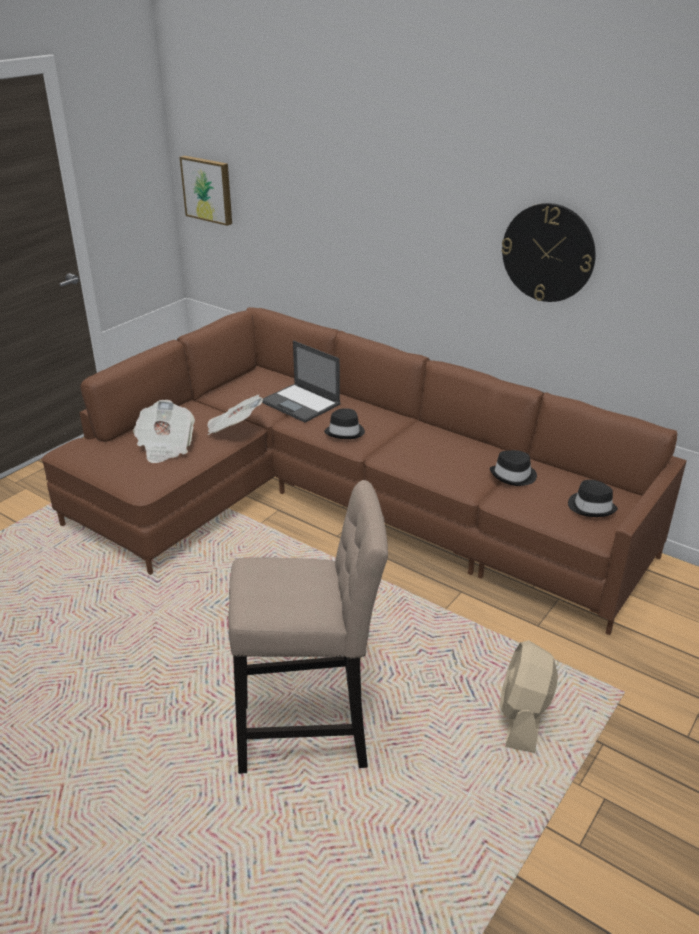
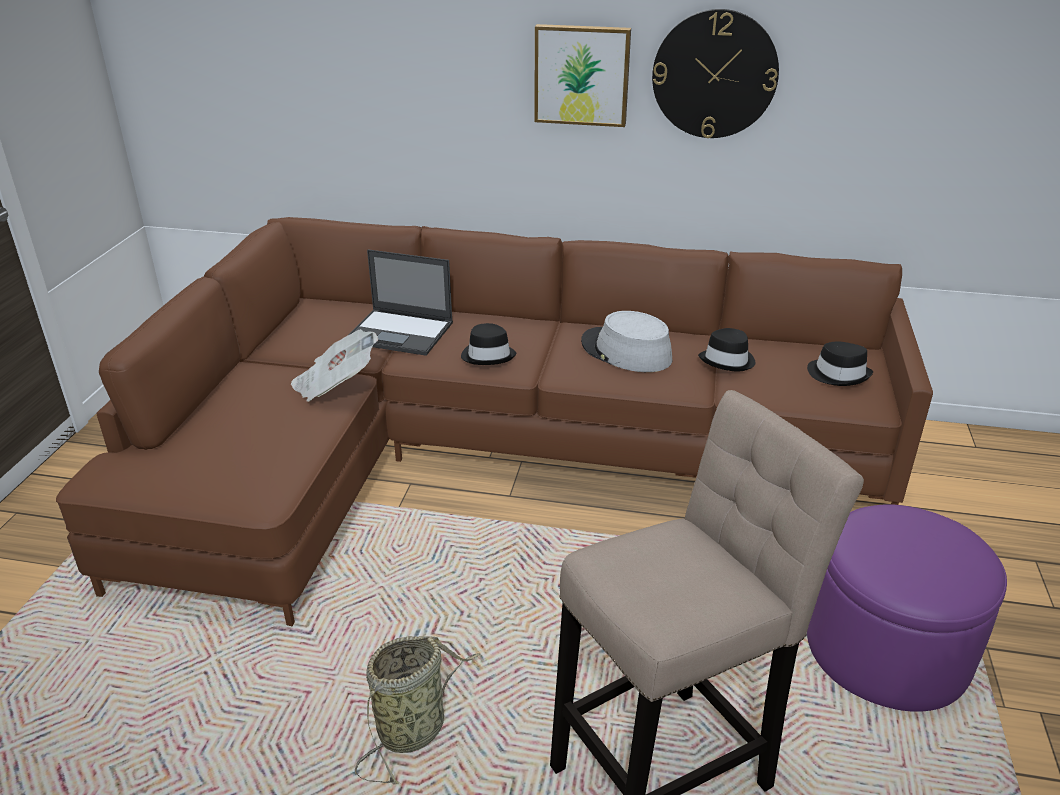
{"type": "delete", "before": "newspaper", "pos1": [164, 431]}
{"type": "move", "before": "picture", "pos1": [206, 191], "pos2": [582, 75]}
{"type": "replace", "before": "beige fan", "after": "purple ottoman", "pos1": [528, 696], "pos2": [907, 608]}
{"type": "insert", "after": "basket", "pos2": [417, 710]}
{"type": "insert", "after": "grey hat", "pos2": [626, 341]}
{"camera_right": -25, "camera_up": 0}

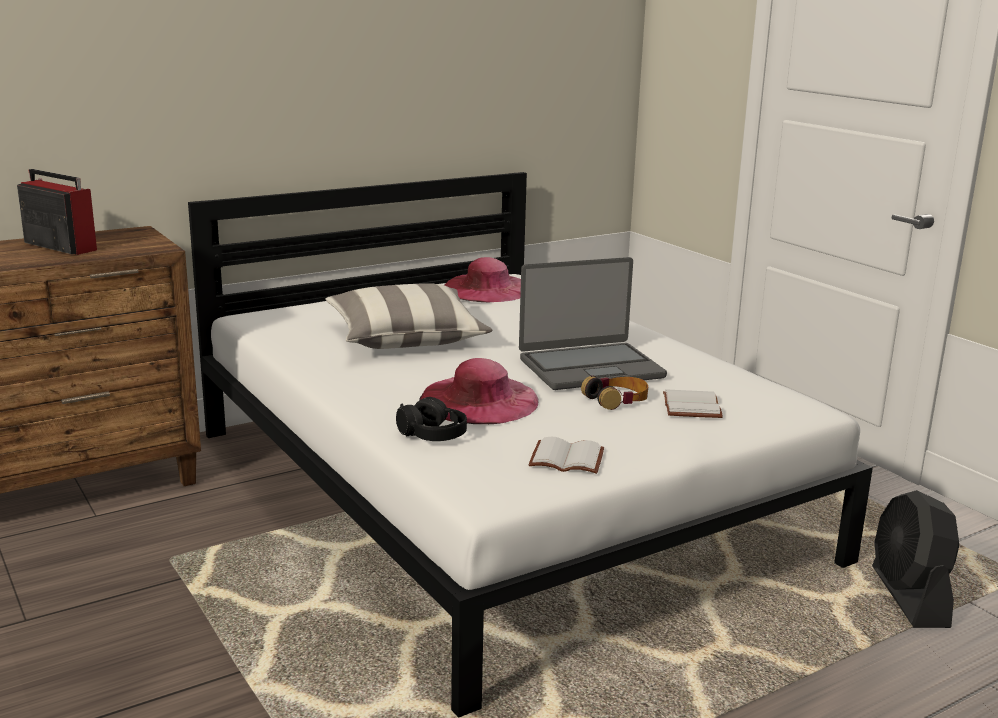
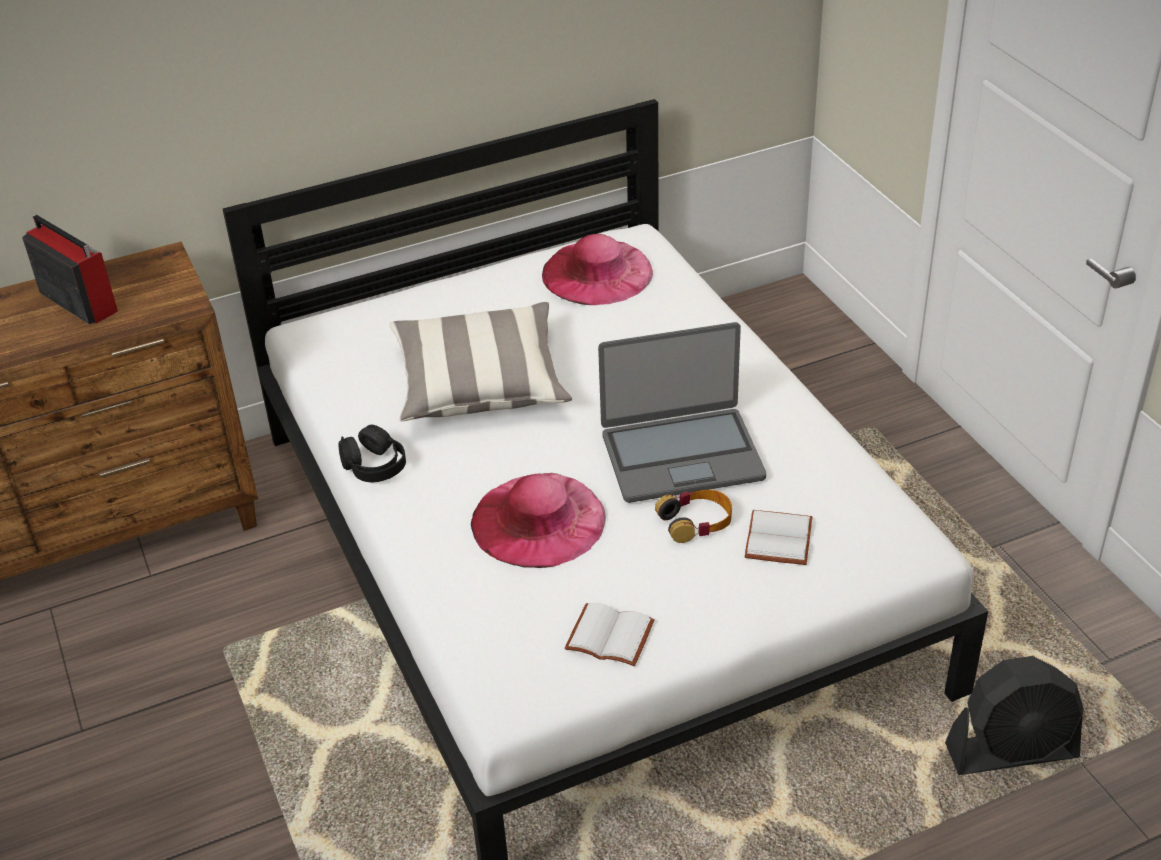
{"type": "move", "before": "black headphones", "pos1": [431, 419], "pos2": [372, 453]}
{"type": "rotate", "before": "black fan", "pos1": [915, 559], "pos2": [1014, 715], "turn": -105}
{"camera_right": 10, "camera_up": 20}

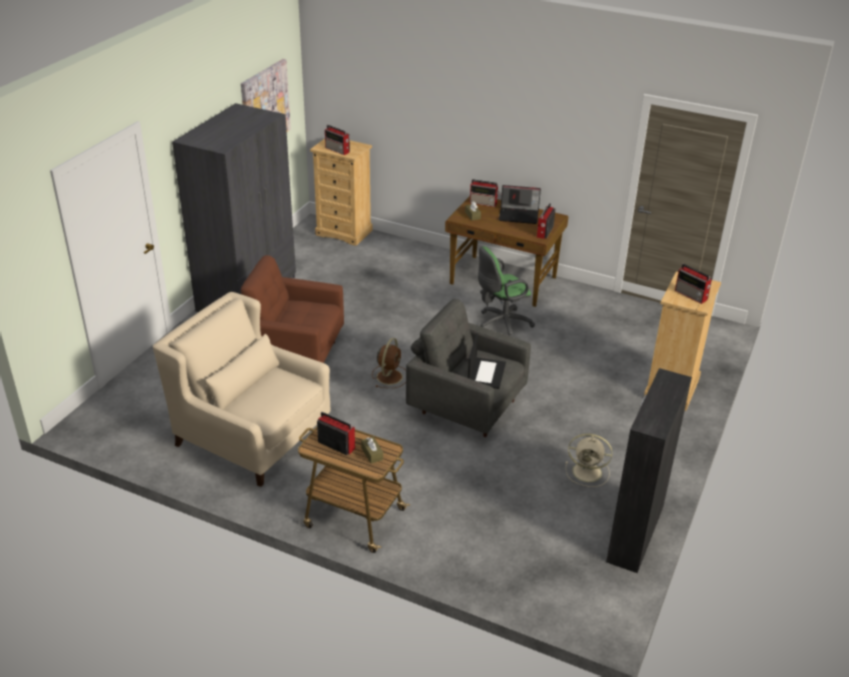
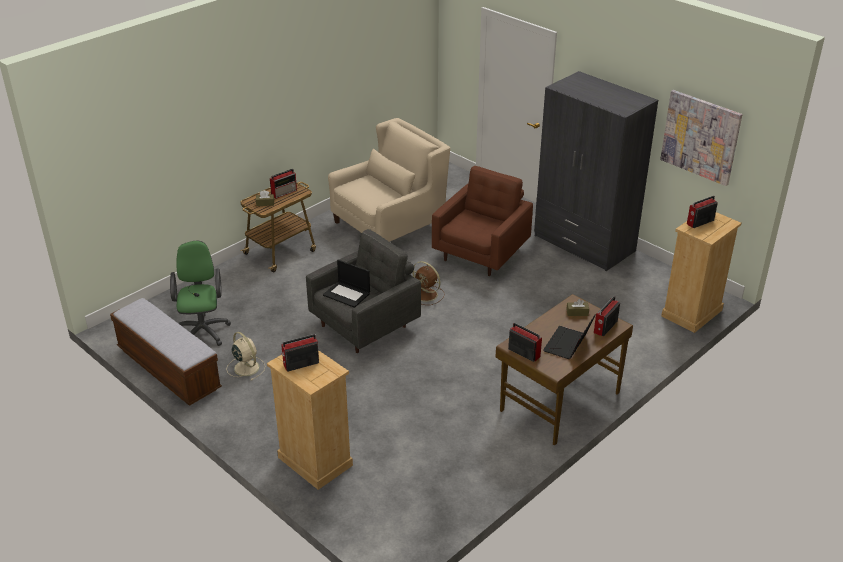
{"type": "move", "before": "green office chair", "pos1": [506, 291], "pos2": [200, 293]}
{"type": "rotate", "before": "beige fan", "pos1": [589, 460], "pos2": [246, 356], "turn": 105}
{"type": "replace", "before": "black cabinet", "after": "bench", "pos1": [649, 470], "pos2": [166, 352]}
{"camera_right": 110, "camera_up": 0}

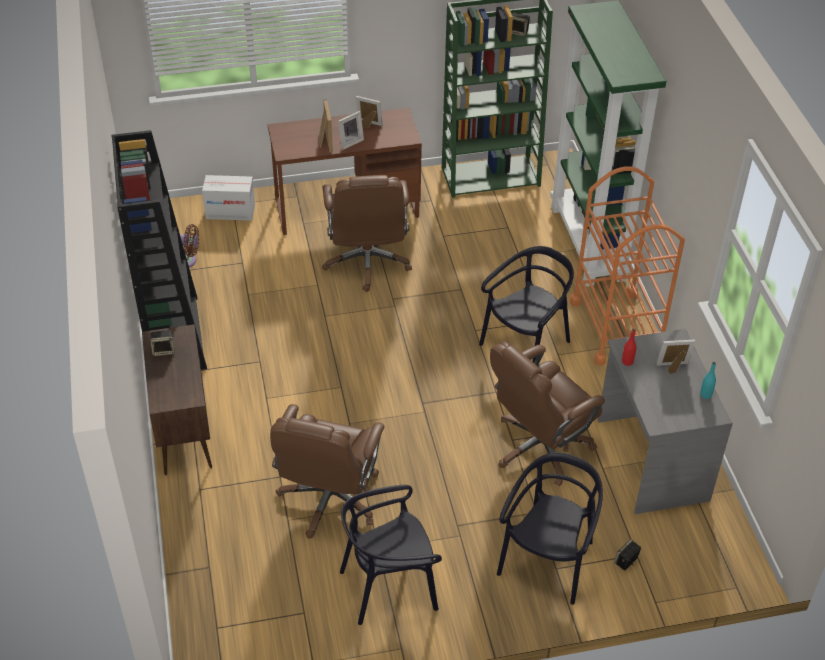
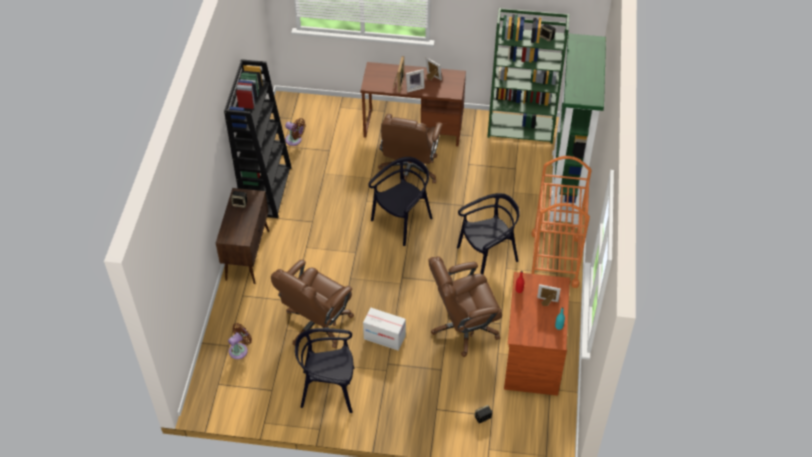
{"type": "move", "before": "cardboard box", "pos1": [228, 198], "pos2": [384, 329]}
{"type": "move", "before": "black chair", "pos1": [550, 528], "pos2": [400, 201]}
{"type": "recolor", "before": "grey desk", "after": "brown desk", "pos1": [665, 421], "pos2": [537, 334]}
{"type": "insert", "after": "brown fan", "pos2": [240, 341]}
{"camera_right": 20, "camera_up": 5}

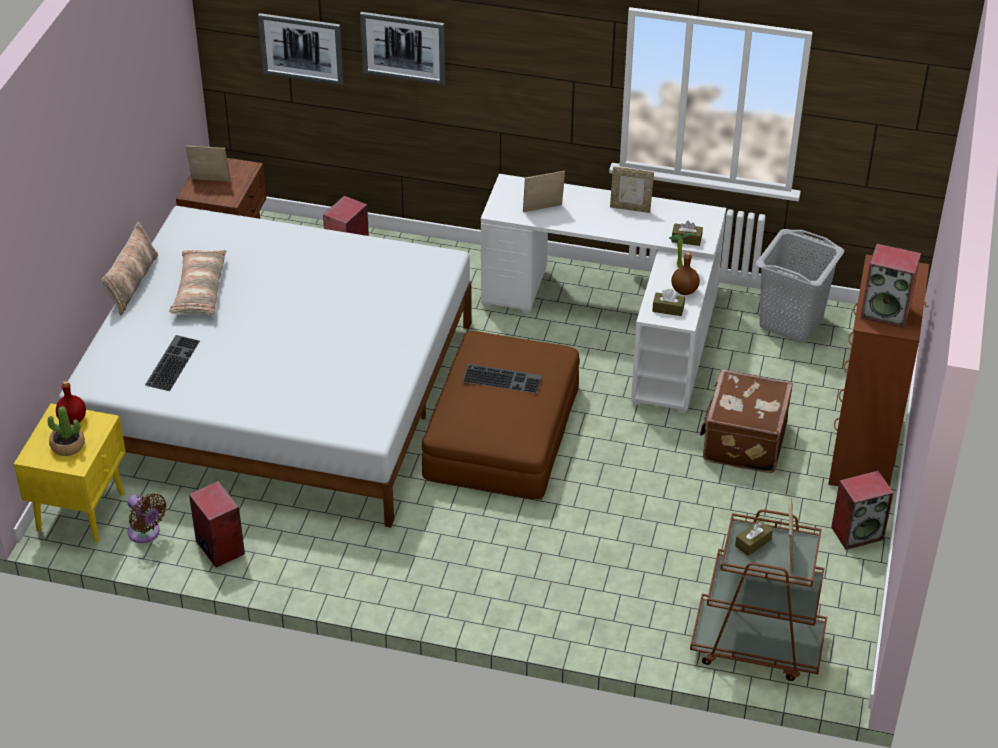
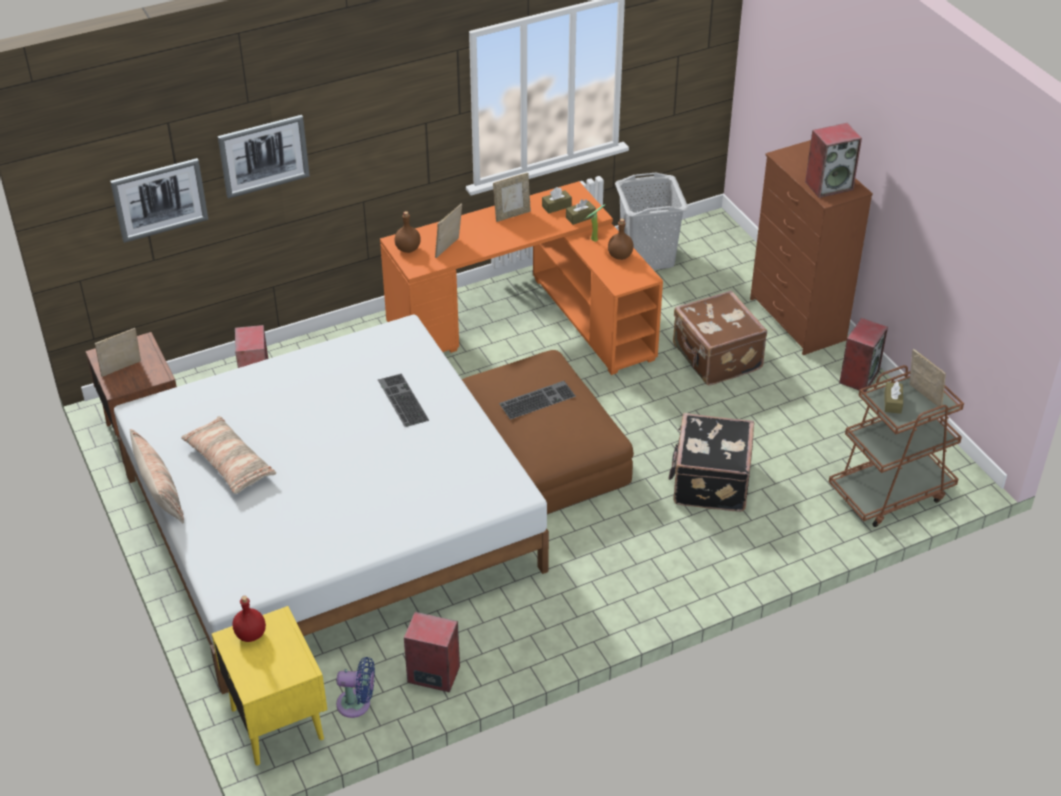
{"type": "delete", "before": "potted plant", "pos1": [66, 431]}
{"type": "recolor", "before": "brown fan", "after": "blue fan", "pos1": [147, 518], "pos2": [355, 687]}
{"type": "move", "before": "keyboard", "pos1": [172, 363], "pos2": [403, 400]}
{"type": "recolor", "before": "white desk", "after": "orange desk", "pos1": [603, 293], "pos2": [521, 278]}
{"type": "move", "before": "brown tissue box", "pos1": [668, 302], "pos2": [557, 200]}
{"type": "insert", "after": "brown bottle", "pos2": [408, 232]}
{"type": "insert", "after": "black suitcase", "pos2": [711, 462]}
{"camera_right": -40, "camera_up": 0}

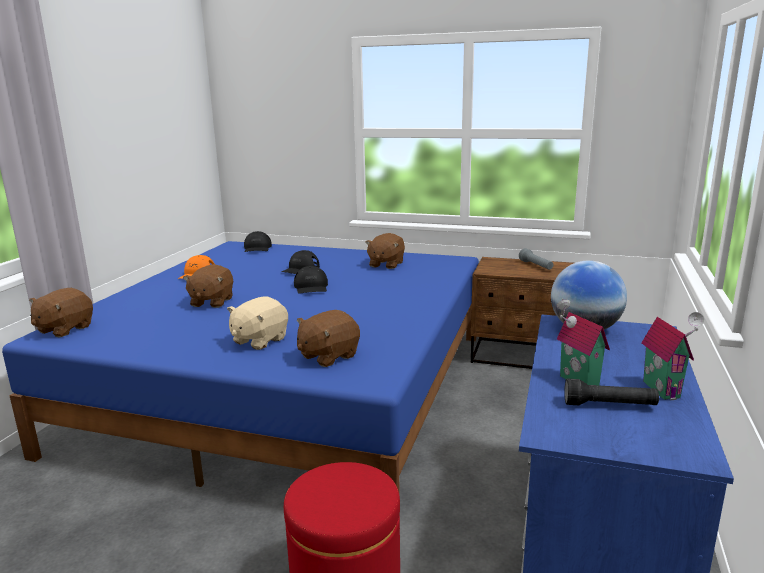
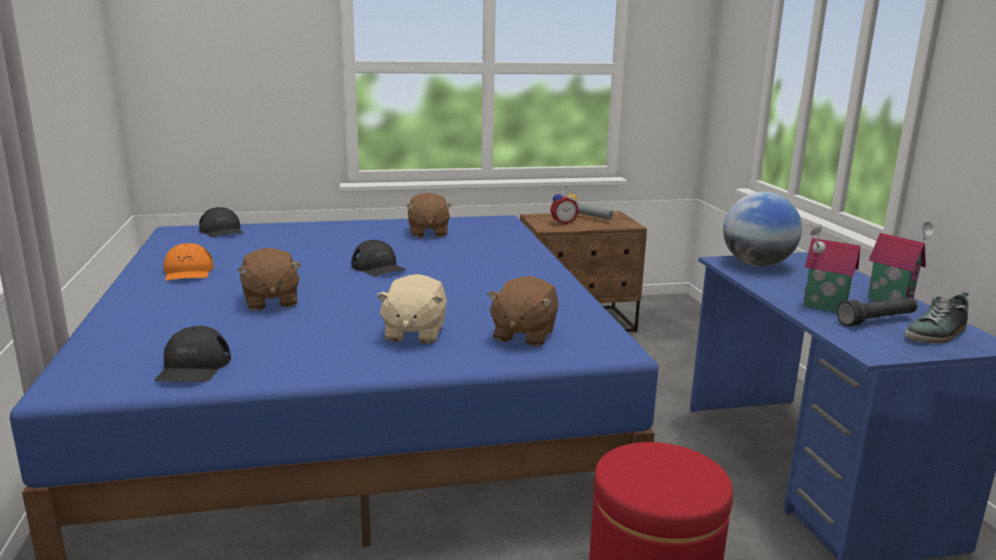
{"type": "delete", "before": "brown plush toy", "pos1": [61, 312]}
{"type": "move", "before": "black cap", "pos1": [300, 262], "pos2": [193, 354]}
{"type": "insert", "after": "alarm clock", "pos2": [564, 206]}
{"type": "insert", "after": "shoe", "pos2": [936, 317]}
{"camera_right": -30, "camera_up": 0}

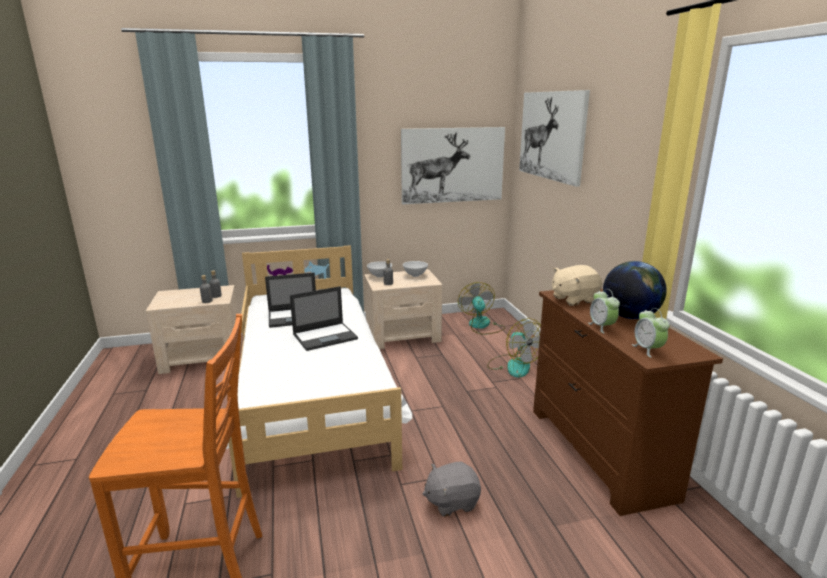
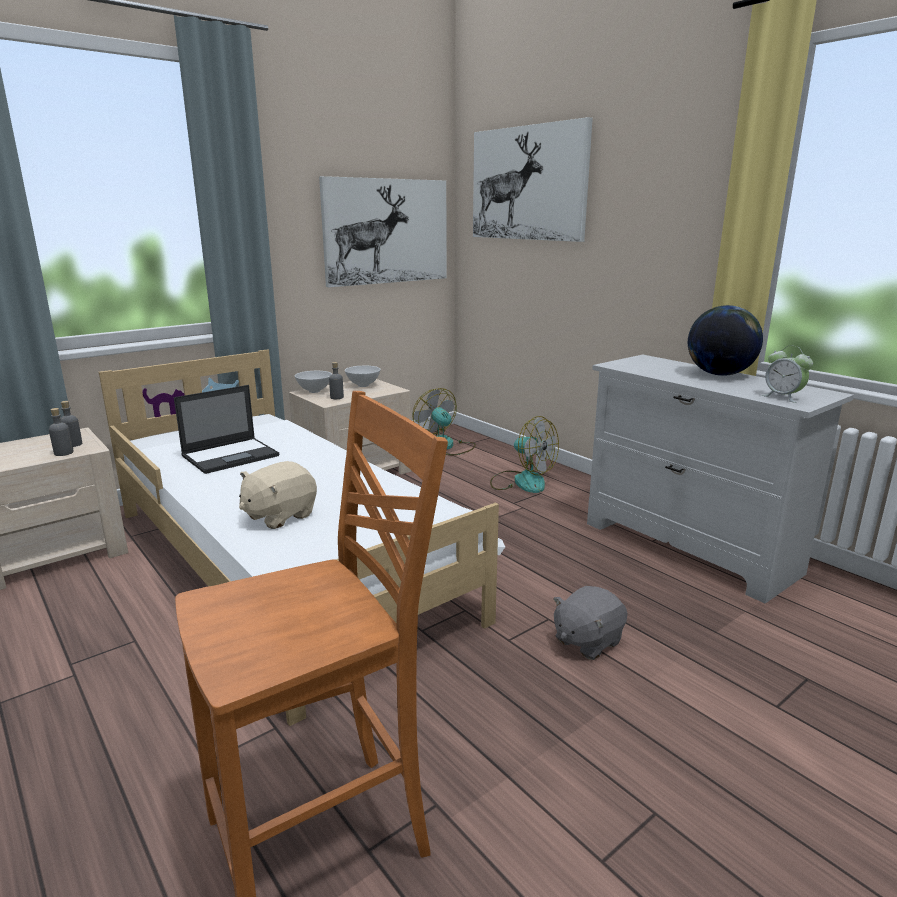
{"type": "delete", "before": "laptop", "pos1": [324, 318]}
{"type": "recolor", "before": "brown dresser", "after": "white dresser", "pos1": [628, 402], "pos2": [720, 479]}
{"type": "move", "before": "beige plush toy", "pos1": [577, 285], "pos2": [278, 495]}
{"type": "delete", "before": "alarm clock", "pos1": [604, 311]}
{"camera_right": -25, "camera_up": 0}

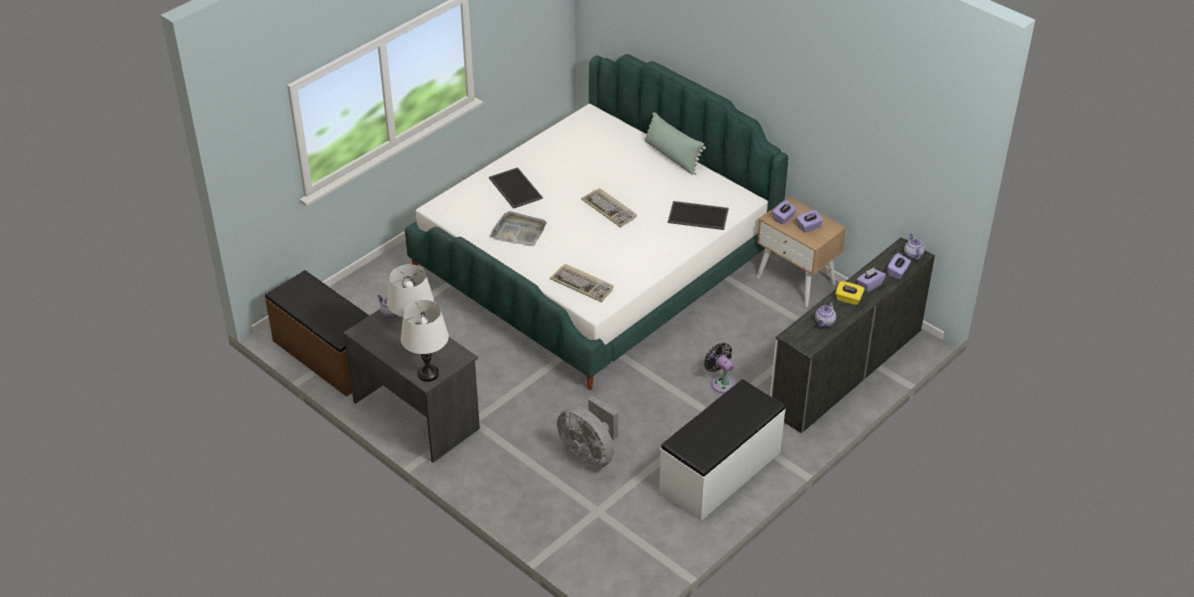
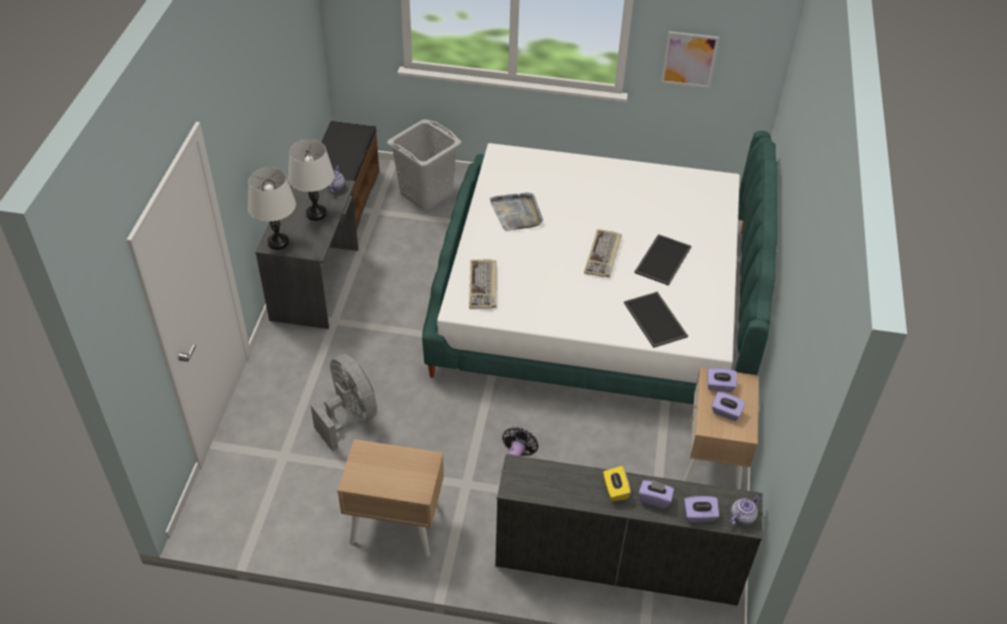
{"type": "move", "before": "tray", "pos1": [516, 188], "pos2": [662, 260]}
{"type": "rotate", "before": "grey fan", "pos1": [587, 432], "pos2": [343, 402], "turn": 135}
{"type": "delete", "before": "green pillow", "pos1": [675, 143]}
{"type": "replace", "before": "white bench", "after": "beige nightstand", "pos1": [722, 450], "pos2": [390, 498]}
{"type": "delete", "before": "teapot", "pos1": [825, 314]}
{"type": "insert", "after": "grey laundry basket", "pos2": [424, 164]}
{"type": "insert", "after": "picture", "pos2": [690, 59]}
{"camera_right": 55, "camera_up": 5}

